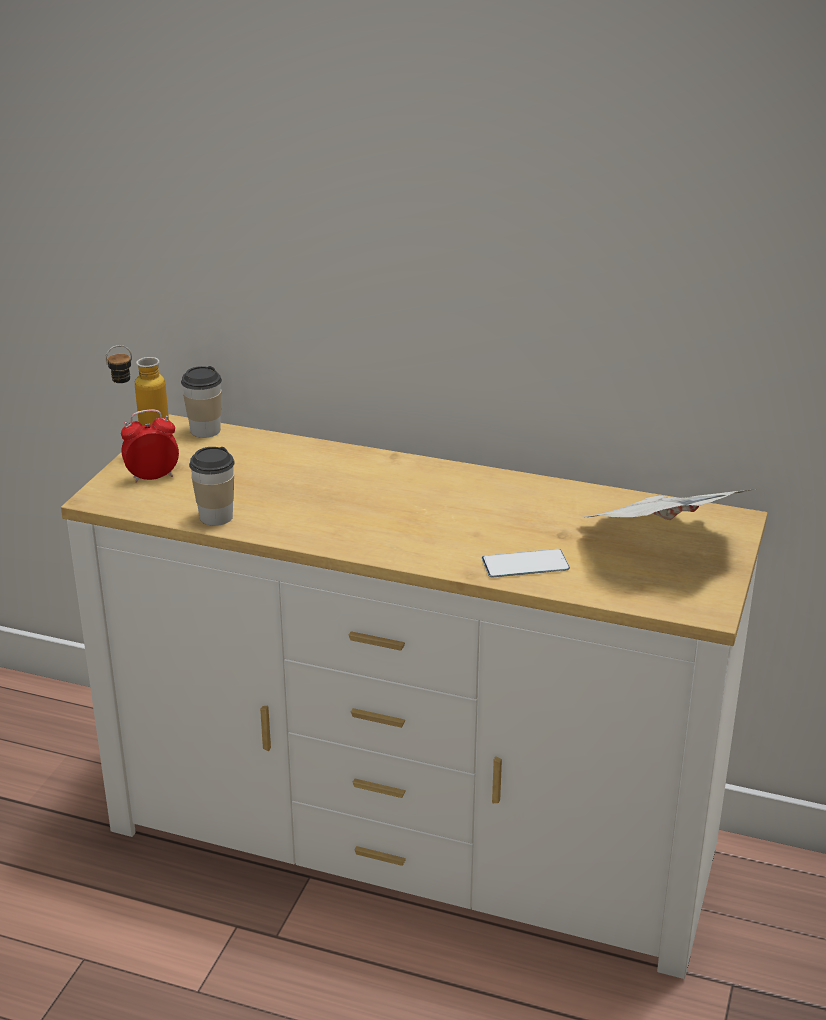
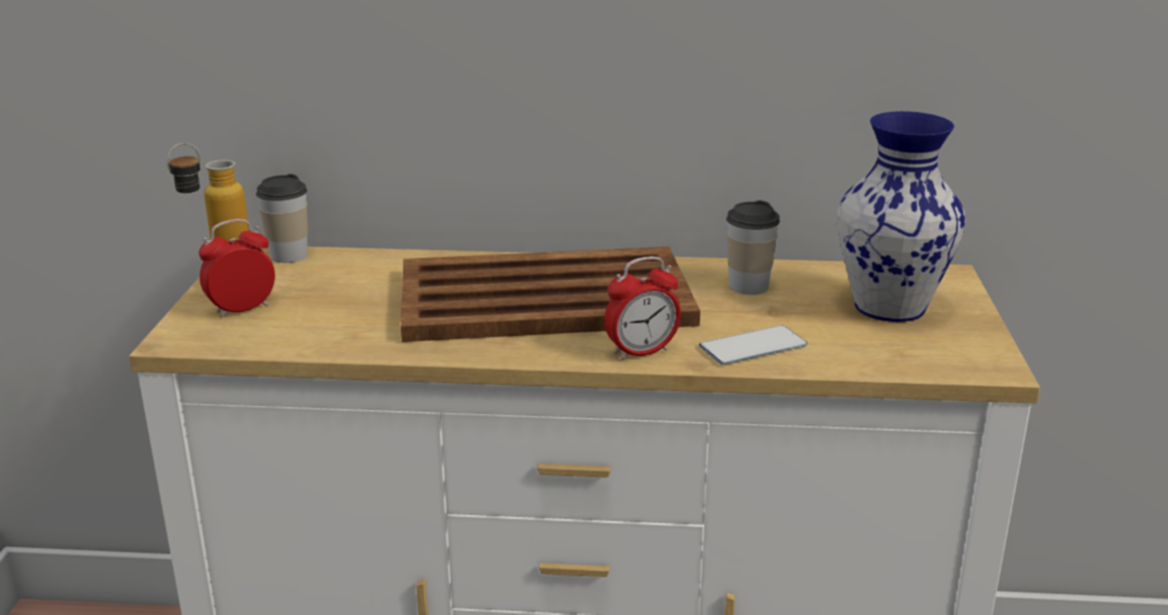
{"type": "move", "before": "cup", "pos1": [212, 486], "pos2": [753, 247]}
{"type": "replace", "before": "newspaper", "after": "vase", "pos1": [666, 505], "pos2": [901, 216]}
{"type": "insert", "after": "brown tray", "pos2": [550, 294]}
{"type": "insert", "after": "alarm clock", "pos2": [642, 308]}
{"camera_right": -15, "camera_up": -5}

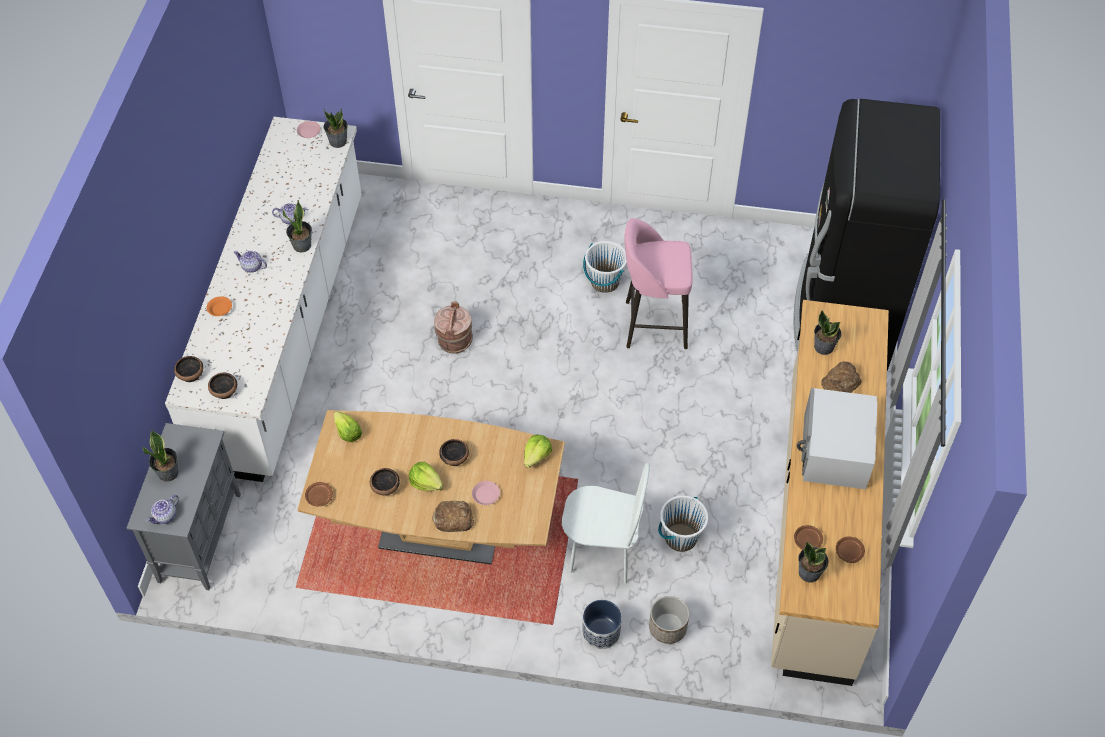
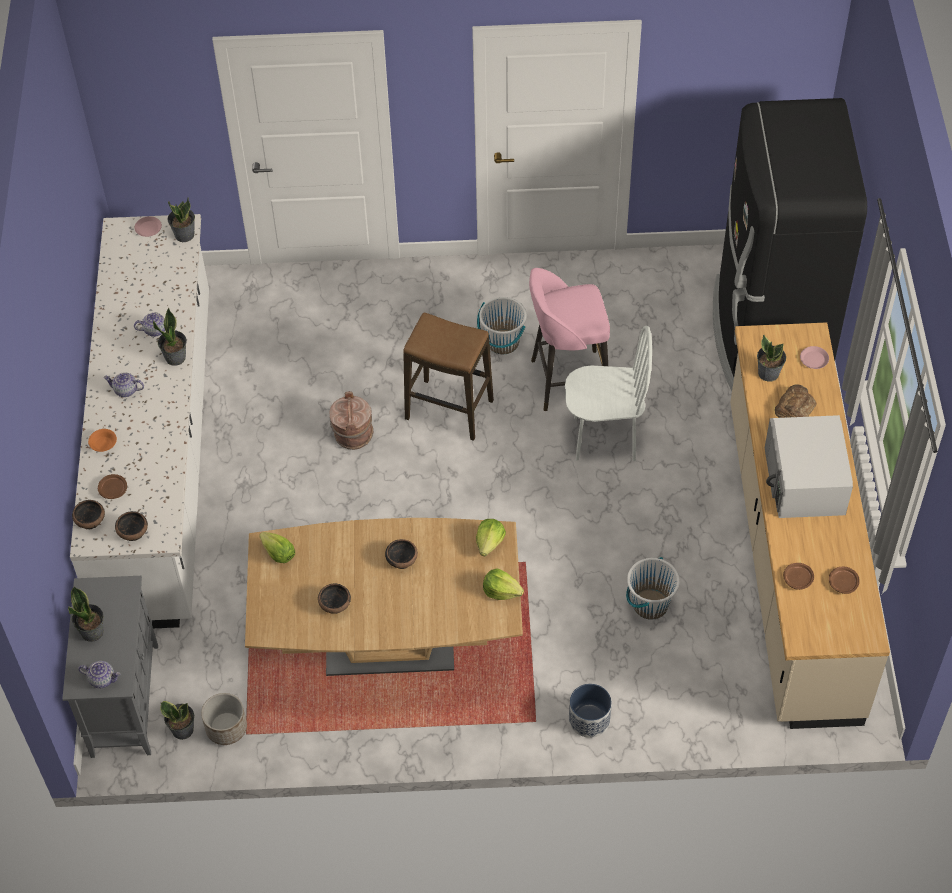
{"type": "rotate", "before": "teapot", "pos1": [162, 509], "pos2": [99, 674], "turn": -105}
{"type": "move", "before": "brown plate", "pos1": [319, 494], "pos2": [112, 486]}
{"type": "move", "before": "lettuce", "pos1": [426, 476], "pos2": [503, 584]}
{"type": "delete", "before": "bread", "pos1": [453, 516]}
{"type": "move", "before": "pink plate", "pos1": [486, 493], "pos2": [814, 357]}
{"type": "move", "before": "white chair", "pos1": [606, 523], "pos2": [608, 393]}
{"type": "move", "before": "planter", "pos1": [669, 620], "pos2": [224, 719]}
{"type": "move", "before": "potted plant", "pos1": [813, 562], "pos2": [177, 720]}
{"type": "insert", "after": "stool", "pos2": [448, 376]}
{"camera_right": -10, "camera_up": 0}

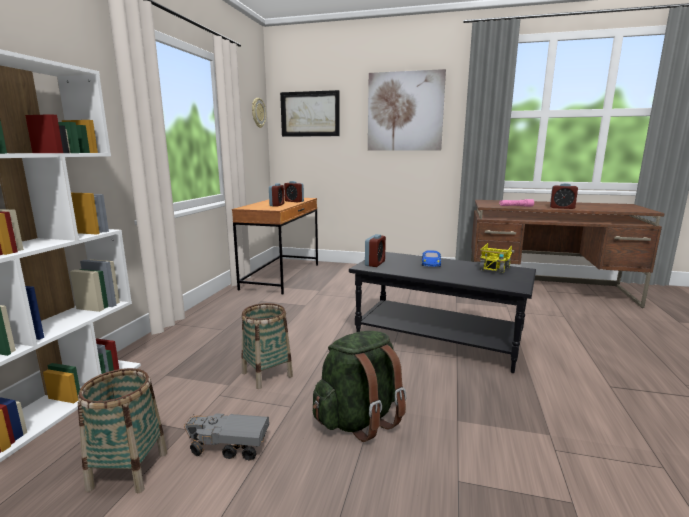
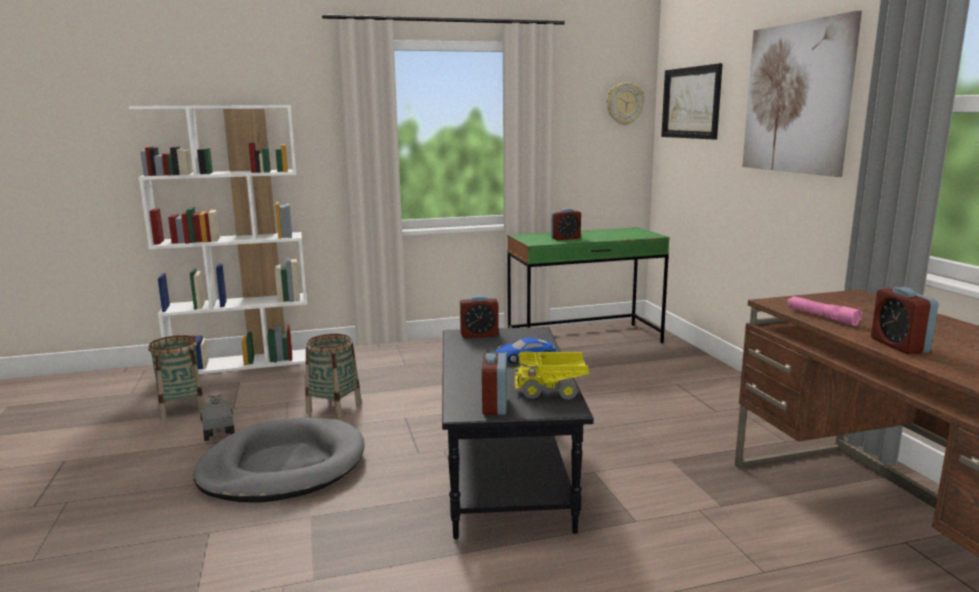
{"type": "recolor", "before": "brown desk", "after": "green desk", "pos1": [275, 246], "pos2": [588, 285]}
{"type": "move", "before": "alarm clock", "pos1": [294, 191], "pos2": [494, 384]}
{"type": "replace", "before": "green backpack", "after": "grey dog bed", "pos1": [360, 386], "pos2": [279, 460]}
{"camera_right": 60, "camera_up": 0}

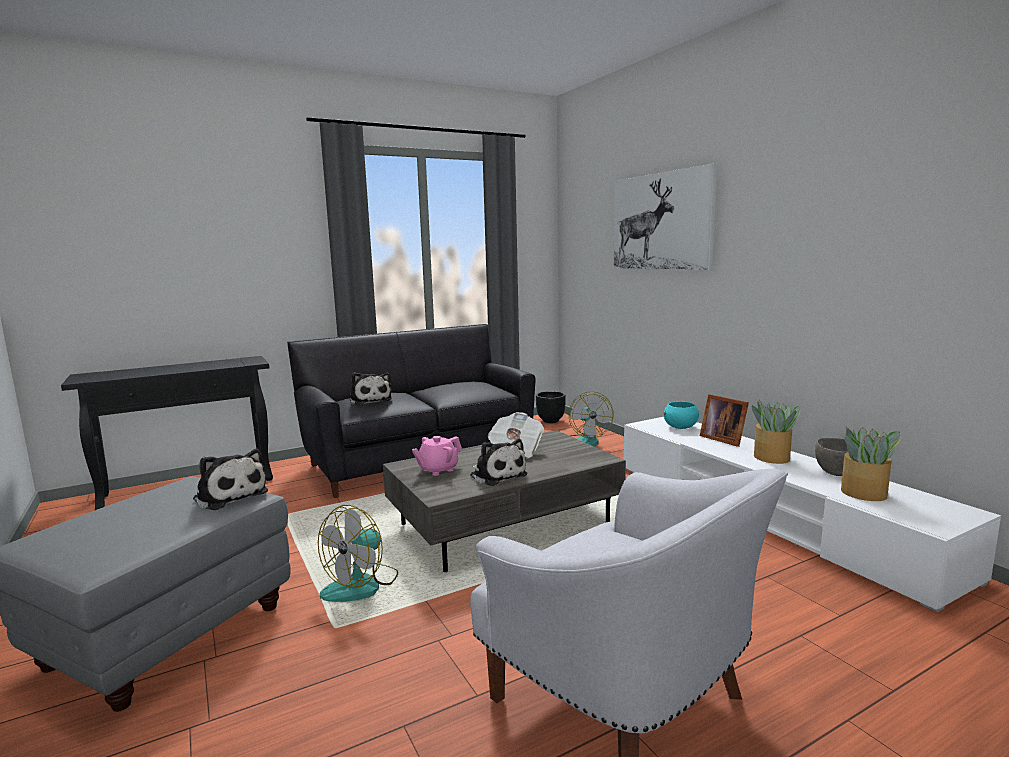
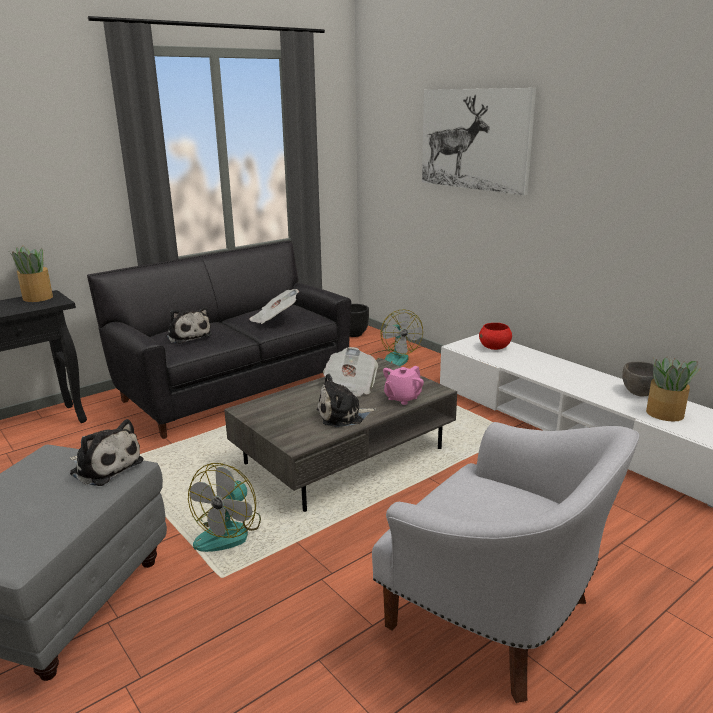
{"type": "move", "before": "pink teapot", "pos1": [437, 456], "pos2": [403, 385]}
{"type": "rotate", "before": "plush toy", "pos1": [499, 462], "pos2": [346, 400], "turn": 120}
{"type": "recolor", "before": "turquoise bowl", "after": "red bowl", "pos1": [681, 415], "pos2": [495, 336]}
{"type": "delete", "before": "picture frame", "pos1": [724, 420]}
{"type": "move", "before": "potted plant", "pos1": [776, 432], "pos2": [31, 274]}
{"type": "insert", "after": "newspaper", "pos2": [274, 306]}
{"camera_right": -10, "camera_up": 10}

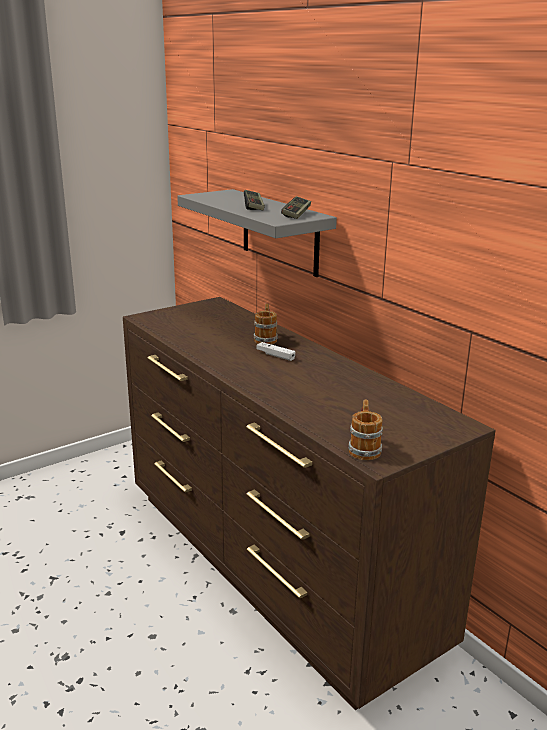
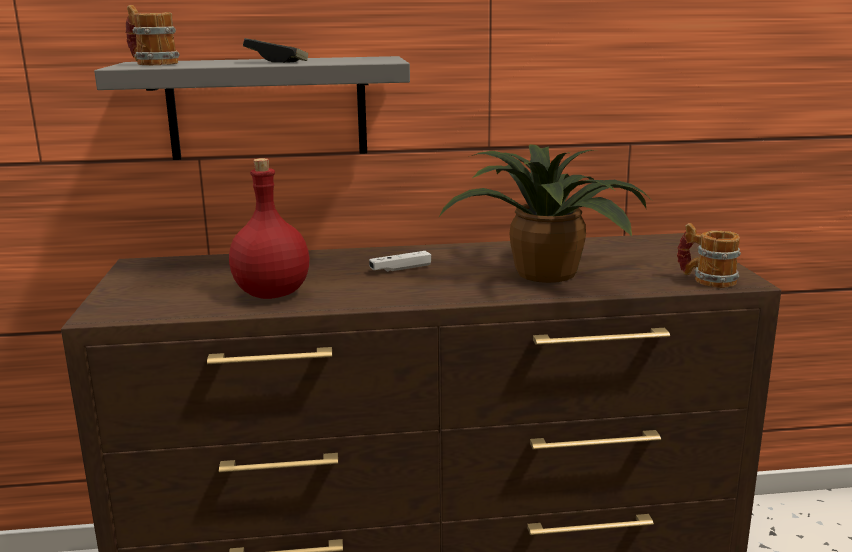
{"type": "move", "before": "mug", "pos1": [266, 323], "pos2": [152, 35]}
{"type": "delete", "before": "game controller", "pos1": [296, 207]}
{"type": "insert", "after": "red bottle", "pos2": [269, 228]}
{"type": "insert", "after": "potted plant", "pos2": [543, 213]}
{"camera_right": -60, "camera_up": -5}

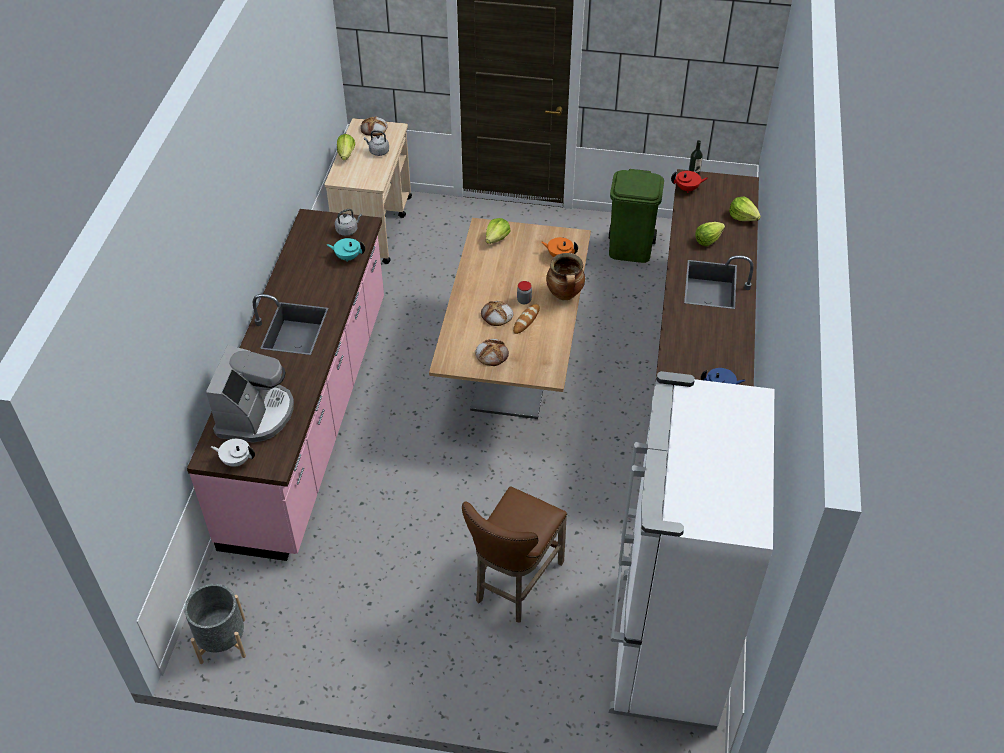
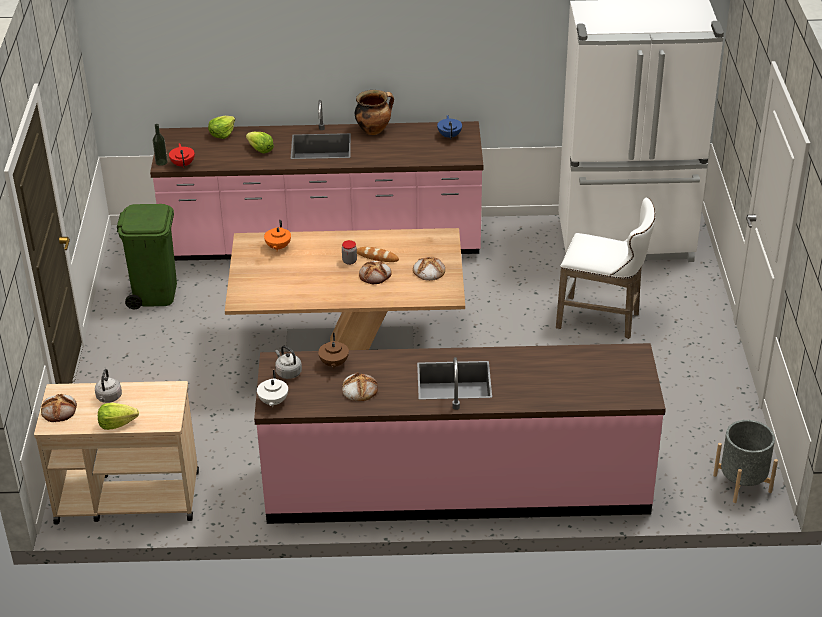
{"type": "delete", "before": "coffee machine", "pos1": [250, 394]}
{"type": "move", "before": "white teapot", "pos1": [233, 453], "pos2": [272, 388]}
{"type": "recolor", "before": "turquoise teapot", "after": "brown teapot", "pos1": [346, 249], "pos2": [333, 350]}
{"type": "recolor", "before": "brown stool", "after": "white stool", "pos1": [514, 555], "pos2": [605, 268]}
{"type": "delete", "before": "lettuce", "pos1": [498, 231]}
{"type": "move", "before": "cooking pot", "pos1": [565, 276], "pos2": [374, 112]}
{"type": "insert", "after": "bread", "pos2": [360, 386]}
{"camera_right": -100, "camera_up": -10}

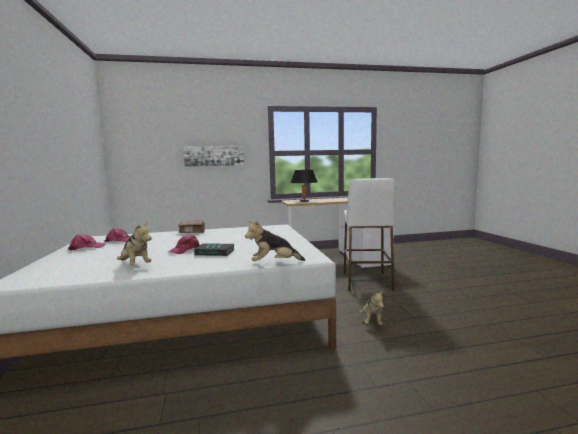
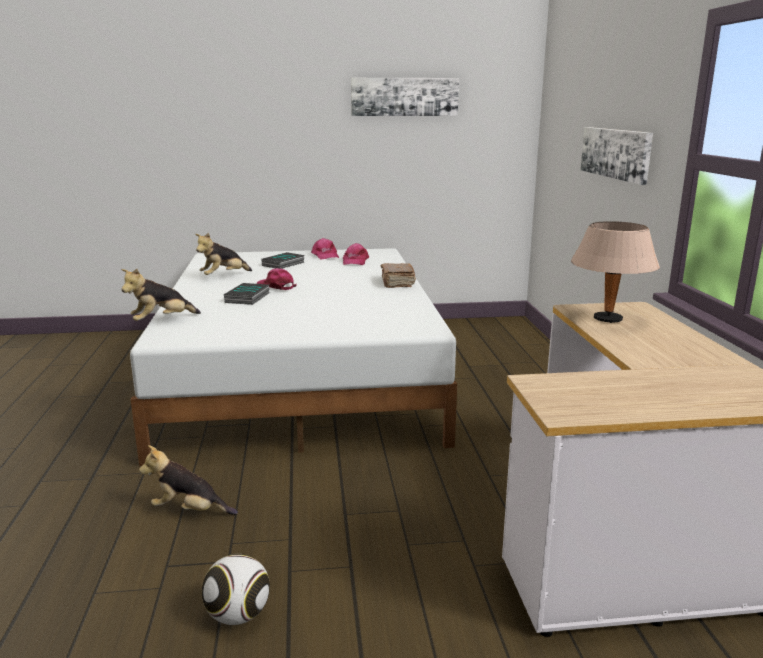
{"type": "rotate", "before": "plush toy", "pos1": [275, 240], "pos2": [161, 295], "turn": -120}
{"type": "recolor", "before": "black table lamp", "after": "beige table lamp", "pos1": [304, 186], "pos2": [615, 272]}
{"type": "delete", "before": "white stool", "pos1": [369, 234]}
{"type": "insert", "after": "football", "pos2": [236, 589]}
{"type": "insert", "after": "book", "pos2": [283, 260]}
{"type": "insert", "after": "picture", "pos2": [405, 97]}
{"camera_right": 95, "camera_up": 10}

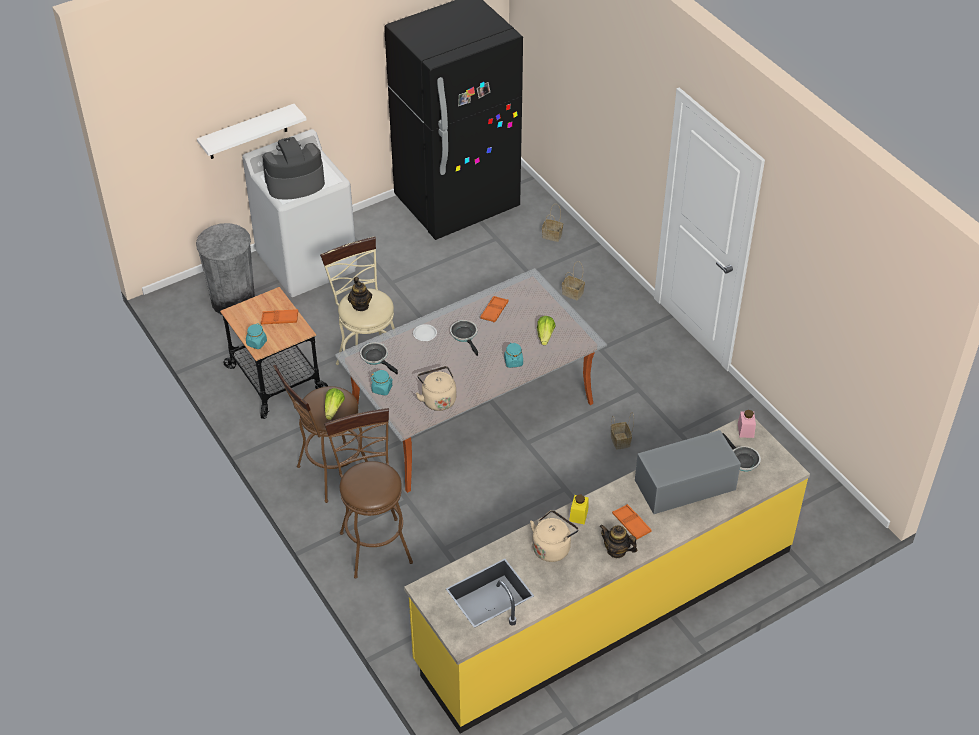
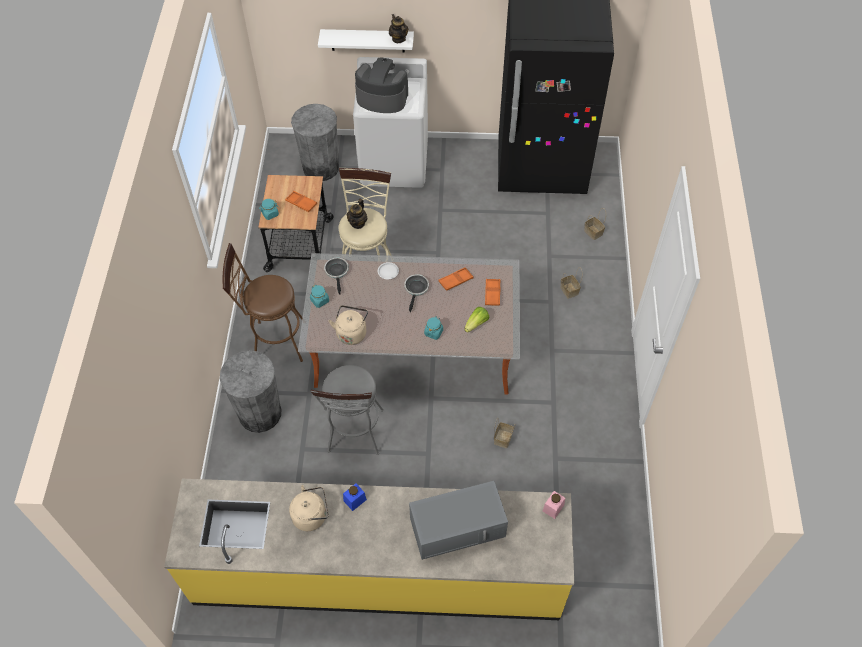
{"type": "replace", "before": "brown stool", "after": "grey trash can", "pos1": [368, 493], "pos2": [250, 392]}
{"type": "delete", "before": "lettuce", "pos1": [335, 404]}
{"type": "recolor", "before": "yellow jar", "after": "blue jar", "pos1": [579, 509], "pos2": [355, 497]}
{"type": "move", "before": "teapot", "pos1": [618, 541], "pos2": [398, 28]}
{"type": "move", "before": "orange tray", "pos1": [632, 522], "pos2": [492, 292]}
{"type": "rotate", "before": "grey microwave", "pos1": [688, 472], "pos2": [458, 520], "turn": 150}
{"type": "delete", "before": "frying pan", "pos1": [741, 452]}
{"type": "insert", "after": "grey stool", "pos2": [347, 410]}
{"camera_right": 35, "camera_up": 10}

